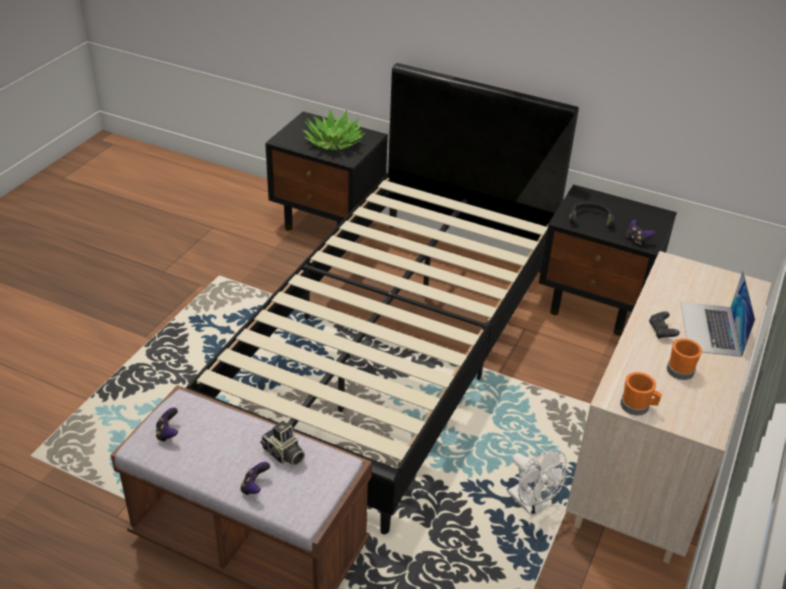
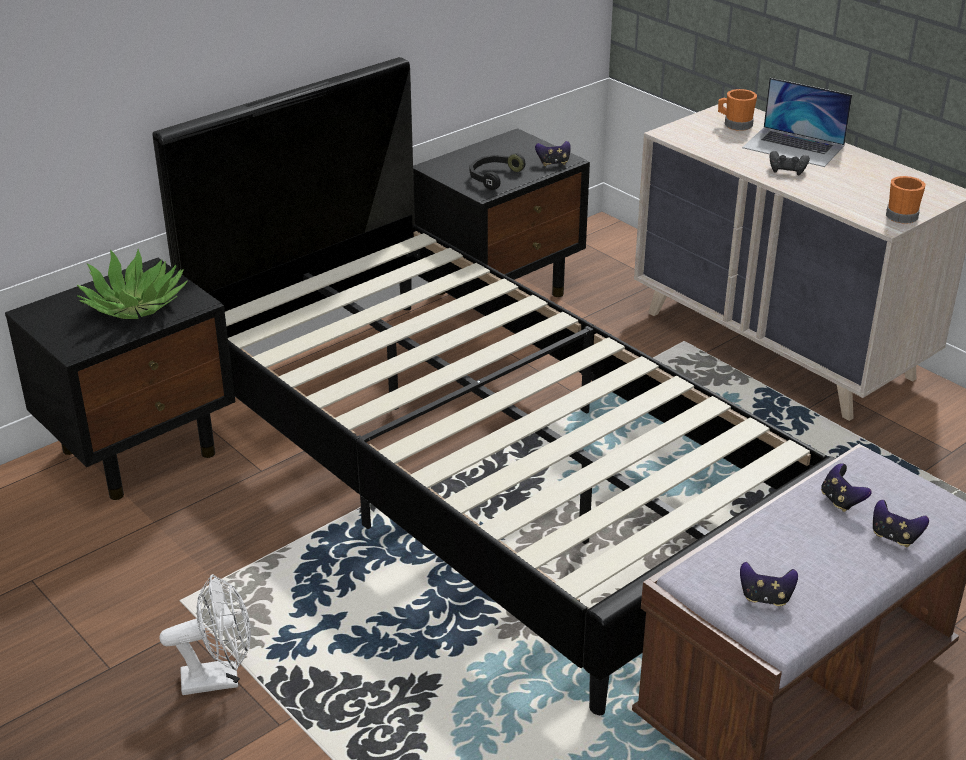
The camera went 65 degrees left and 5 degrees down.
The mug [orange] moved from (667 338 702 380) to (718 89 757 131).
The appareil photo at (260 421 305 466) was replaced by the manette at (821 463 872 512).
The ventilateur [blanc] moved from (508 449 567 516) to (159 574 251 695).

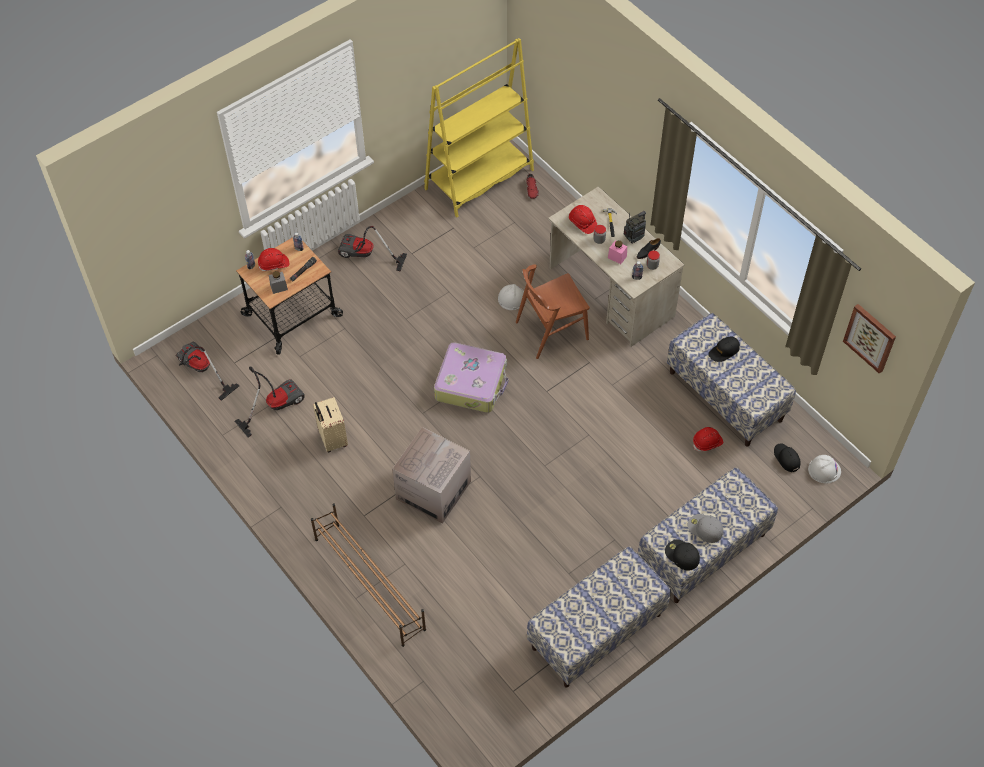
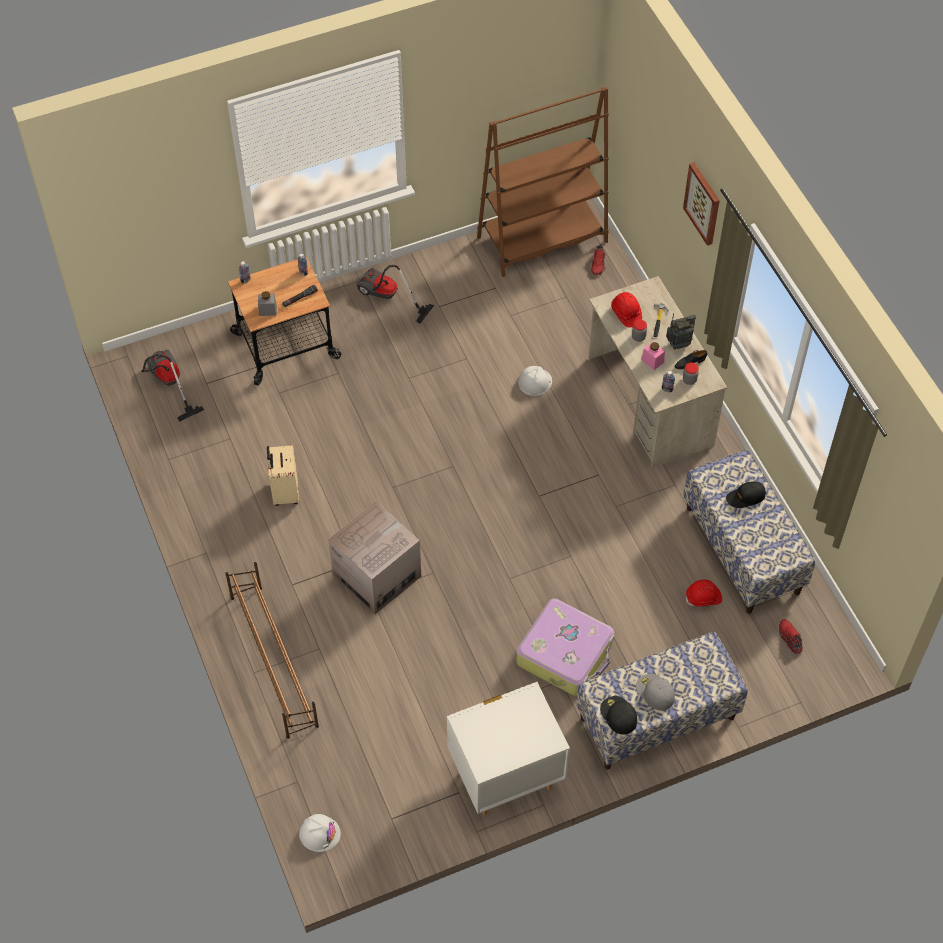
The camera went 15 degrees right and 0 degrees up.
The bibliothèque [jaune] at (424 38 534 217) became the bibliothèque [marron] at (477 87 609 277).
The casque de chantier [rouge] at (258 248 289 271) disappeared.
The chaise [marron] at (516 264 590 359) disappeared.
The tableau moved from (843 304 896 374) to (683 162 720 246).
The valise moved from (434 342 509 413) to (516 599 614 696).
The aspirateur at (234 366 305 438) disappeared.
The casquette [noir] at (774 443 801 472) was replaced by the chaussure [rouge] at (779 619 803 654).
The casque de chantier [blanc] moved from (808 455 841 483) to (299 814 341 852).
The banc at (527 546 671 688) was replaced by the table de chevet [blanc] at (447 682 570 815).

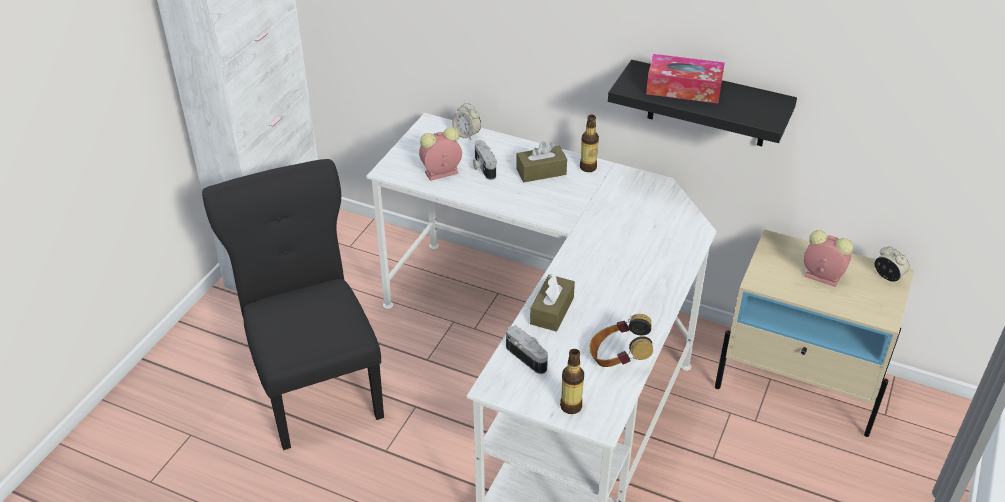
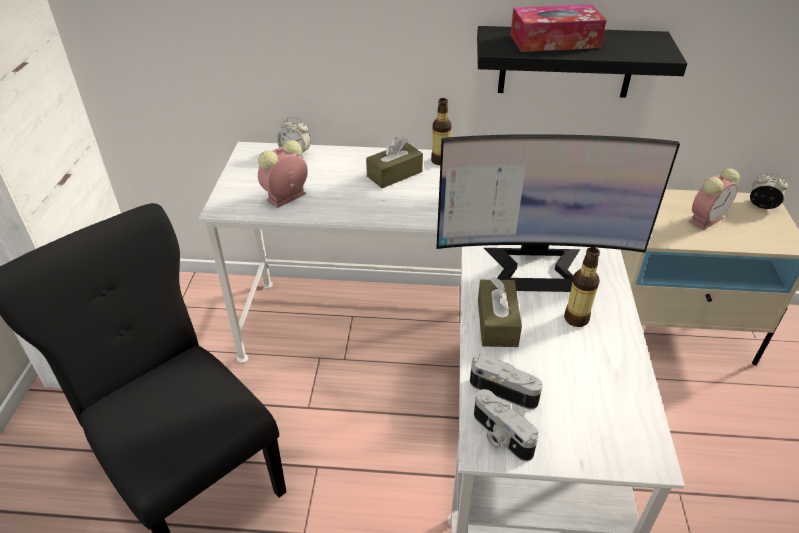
The camera went 20 degrees left and 0 degrees up.
The appareil photo moved from (473 140 497 180) to (474 389 538 461).
The réveil at (804 230 853 287) turned 135 degrees clockwise.
The casque audio at (589 314 653 367) disappeared.
The bouteille moved from (560 349 584 414) to (564 247 600 327).
The écran d'ordinateur at (437 134 680 292) appeared.

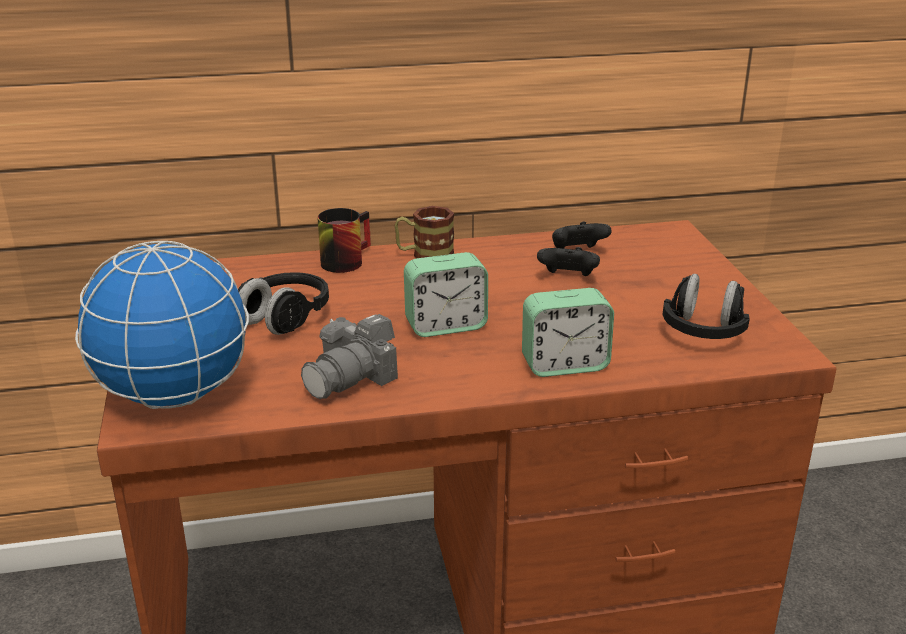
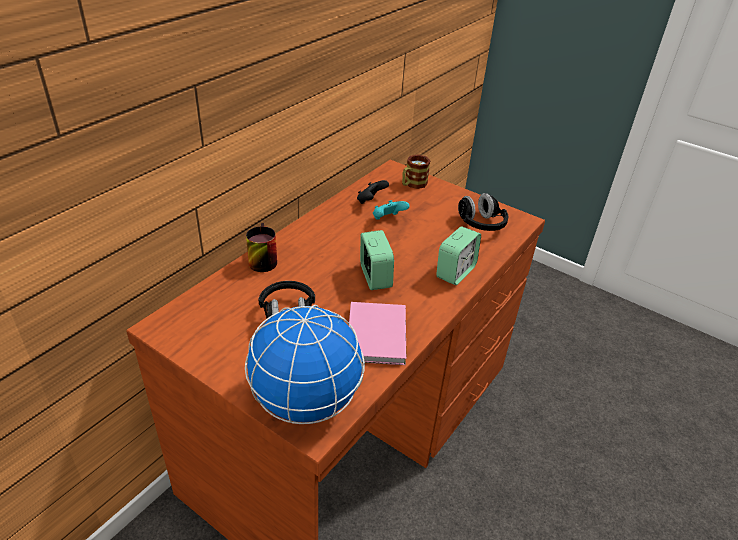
The camera went 45 degrees left and 10 degrees up.
The mug moved from (395 206 454 258) to (402 155 431 189).
The manette [noir] at (537 247 600 276) became the manette [turquoise] at (373 200 409 220).
The réveil at (404 252 488 337) turned 45 degrees counterclockwise.
The appareil photo at (301 314 398 399) was replaced by the livre [rose] at (349 302 406 365).

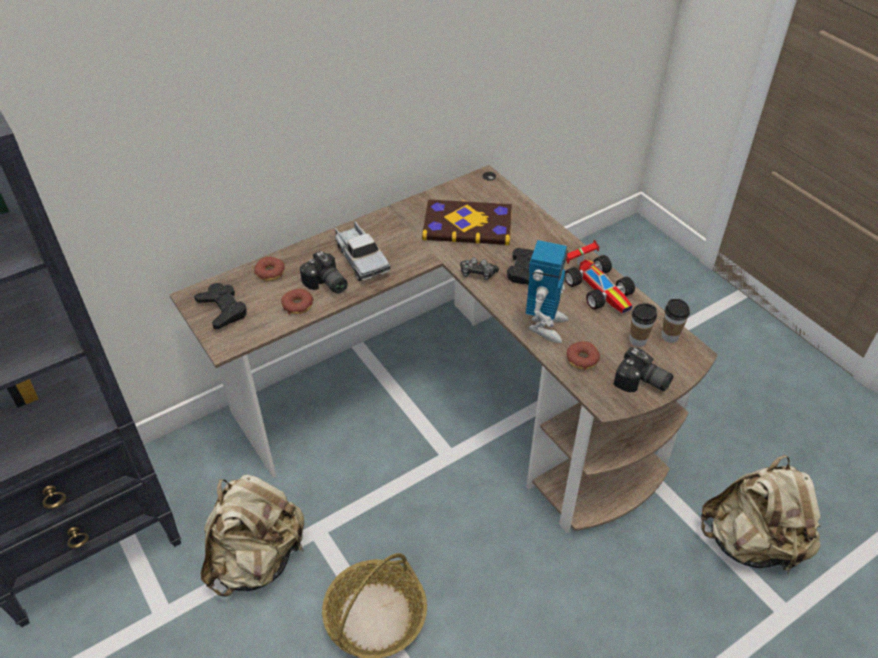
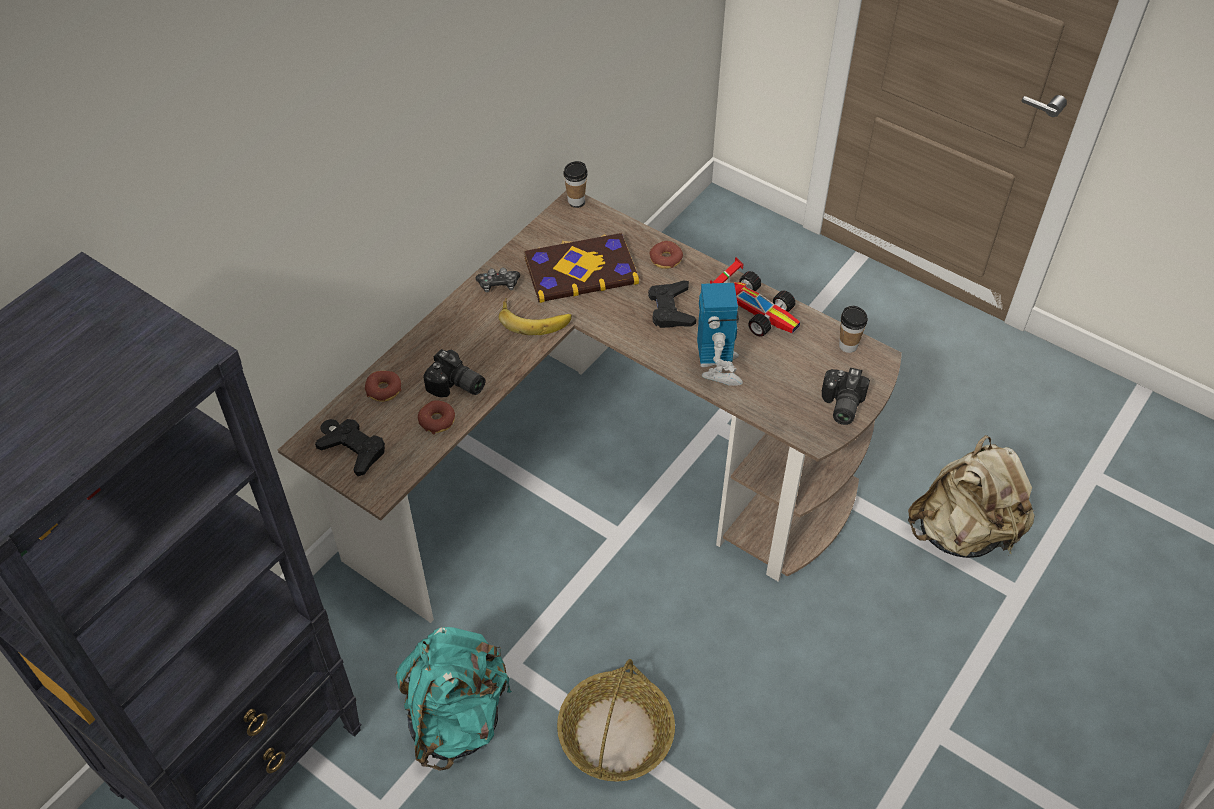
The camera went 20 degrees left and 5 degrees up.
The camion jouet at (335 221 391 281) disappeared.
The manette moved from (460 258 499 280) to (476 268 520 292).
The tasse moved from (629 303 657 347) to (563 161 588 206).
The beignet moved from (567 341 600 370) to (649 241 683 269).
The appareil photo at (614 347 673 392) turned 90 degrees clockwise.
The sac à dos [beige] at (201 475 305 597) became the sac à dos [turquoise] at (395 627 512 771).
The banane at (499 298 572 335) appeared.

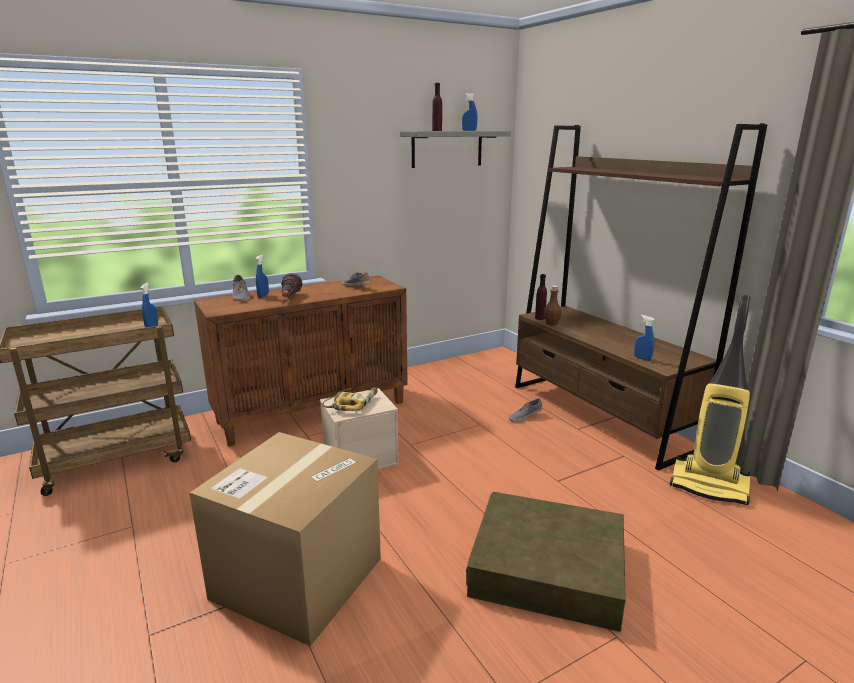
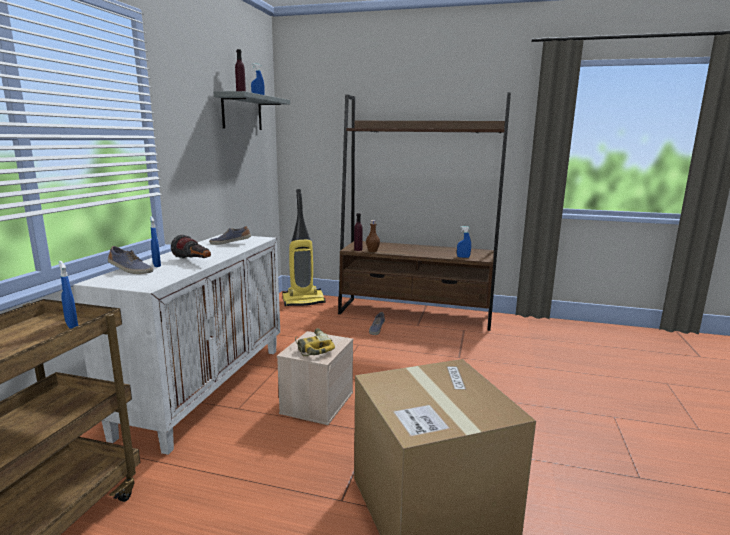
The camera went 45 degrees left and 5 degrees down.
The meuble de rangement [marron] at (194 275 408 447) became the meuble de rangement [blanc] at (73 234 280 455).
The aspirateur moved from (670 295 751 505) to (282 189 326 306).
The boîte de rangement [marron] at (466 492 626 632) disappeared.

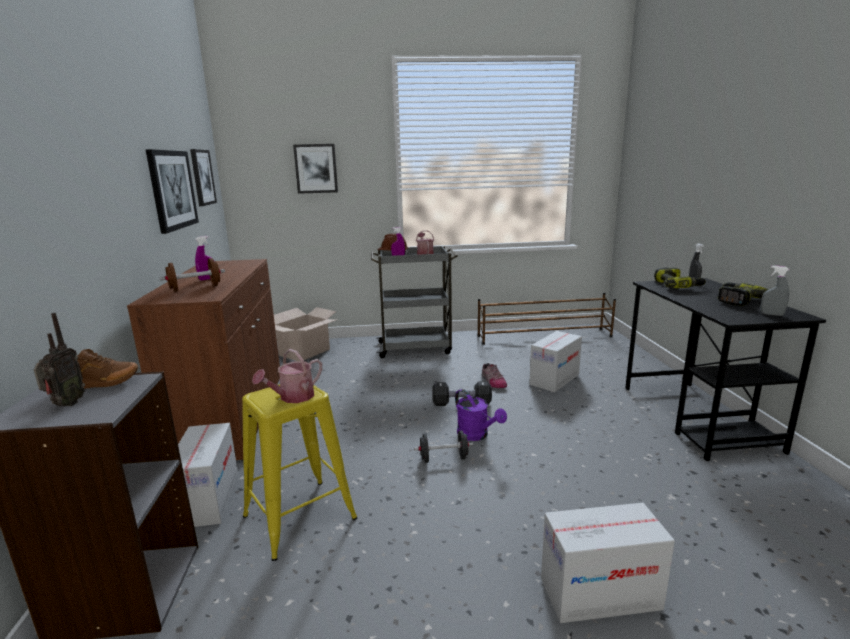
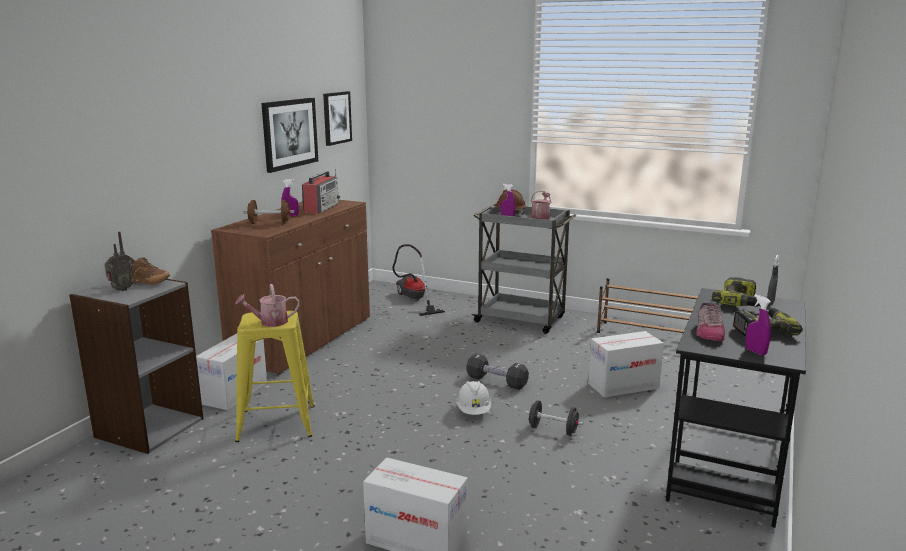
The camera went 30 degrees right and 0 degrees up.
The tableau at (293 144 338 194) disappeared.
The vaporisateur [gris] at (761 266 790 316) became the vaporisateur [violet] at (746 294 771 356).
The carton at (274 307 336 361) was replaced by the aspirateur at (392 244 445 316).
The chaussure moved from (482 363 507 388) to (697 302 725 341).
The arrosoir [violet] at (455 389 507 441) was replaced by the casque de chantier [blanc] at (456 381 491 415).
The haltère [noir] moved from (414 430 473 463) to (525 400 583 436).
The radio at (302 169 340 214) appeared.

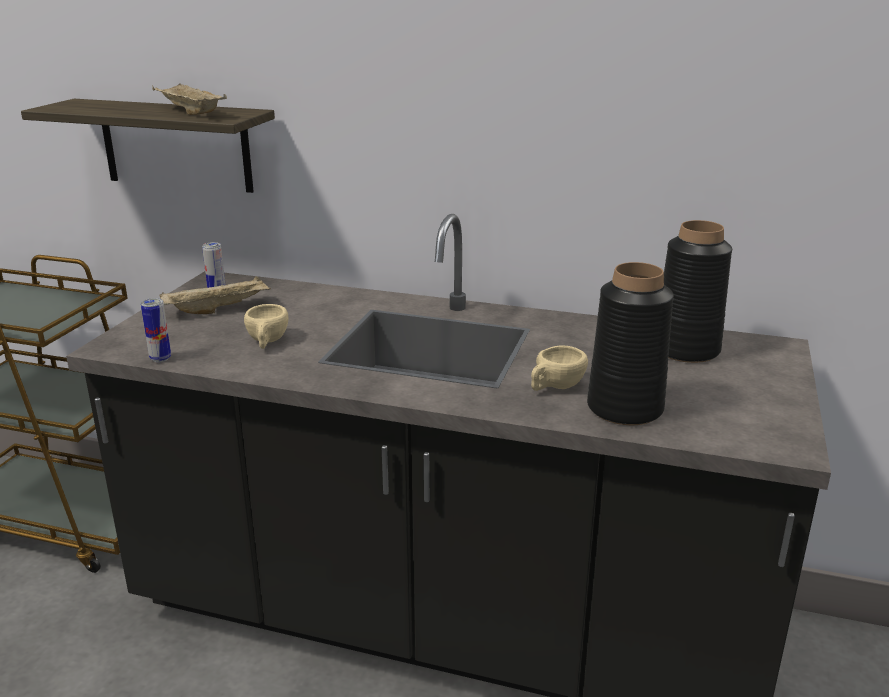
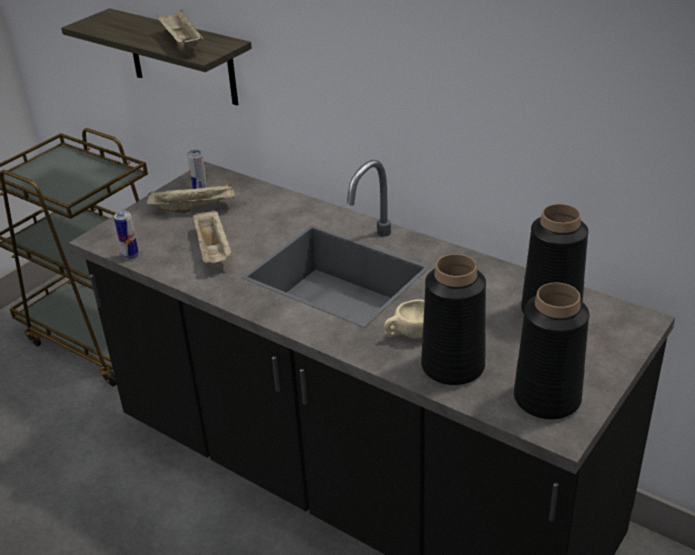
The camera went 20 degrees right and 10 degrees up.
The tasse [beige] at (244 304 288 349) was replaced by the plateau [beige] at (193 210 232 263).
The vase [noir] at (514 283 589 420) appeared.

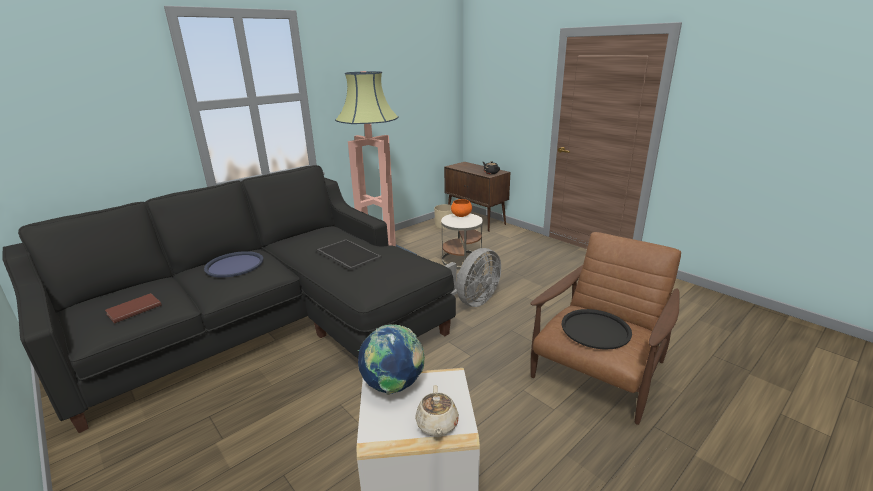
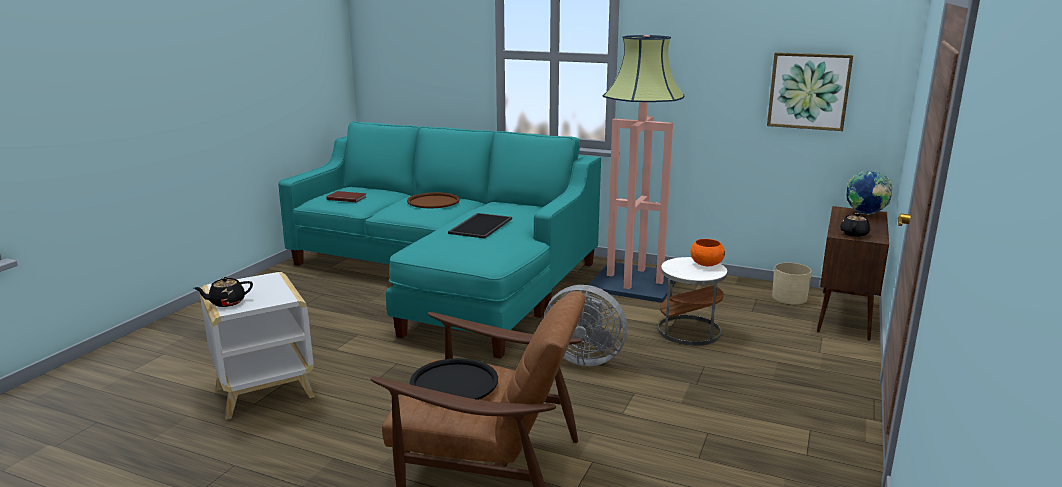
The camera went 65 degrees right and 5 degrees down.
The canapé [noir] at (2 165 456 433) became the canapé [turquoise] at (278 121 601 359).
The plateau [bleu] at (204 251 263 277) became the plateau [marron] at (407 192 460 208).
The globe moved from (357 325 425 395) to (846 171 892 215).
The théière [beige] at (415 385 459 438) became the théière [noir] at (194 277 253 307).
The tableau at (767 52 853 131) appeared.

